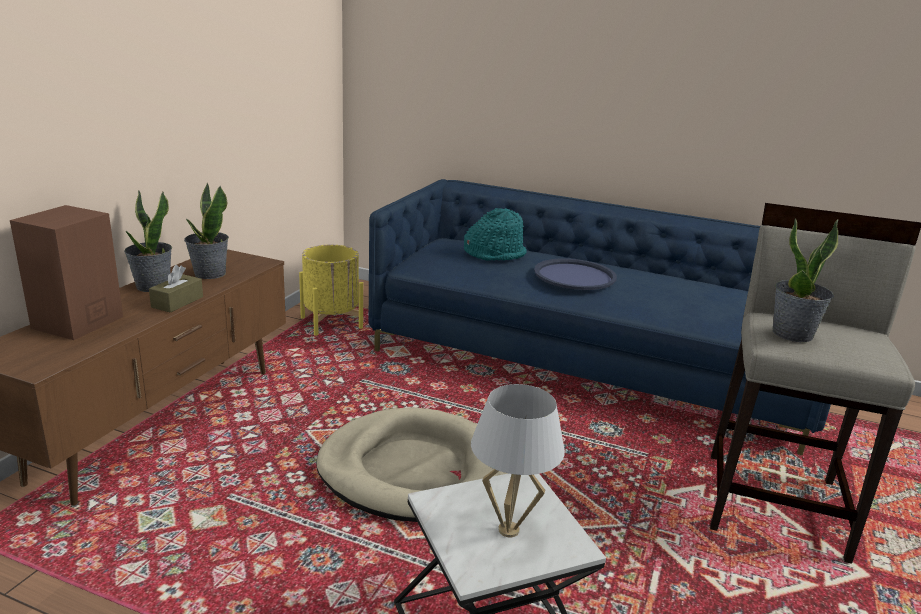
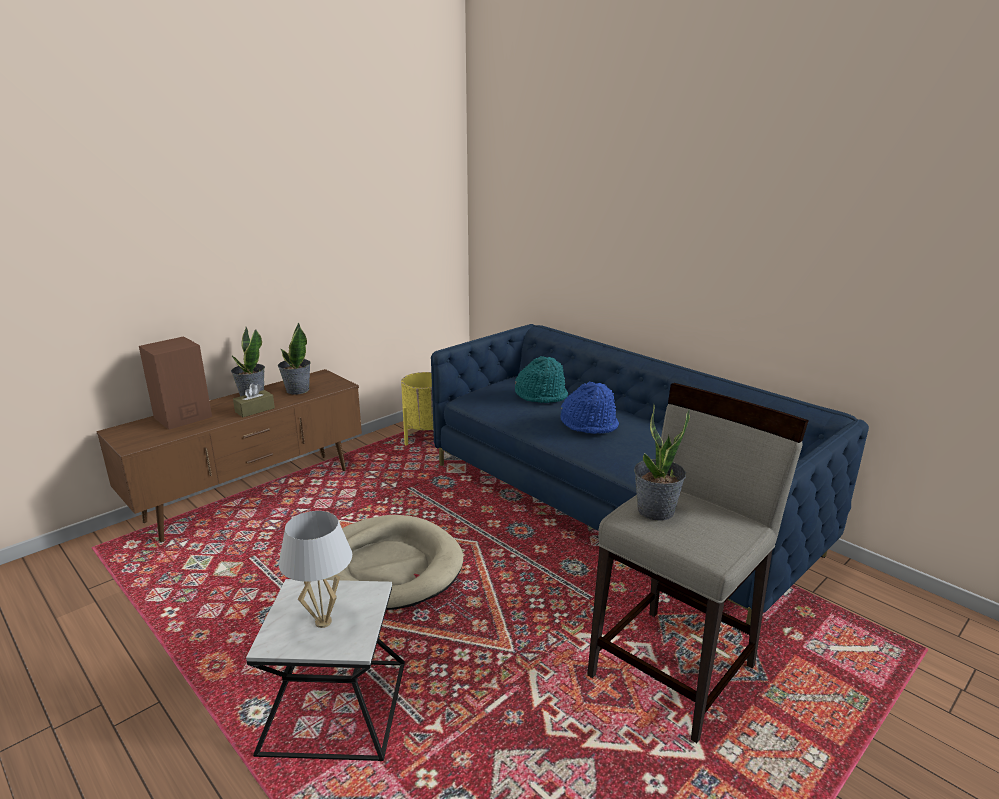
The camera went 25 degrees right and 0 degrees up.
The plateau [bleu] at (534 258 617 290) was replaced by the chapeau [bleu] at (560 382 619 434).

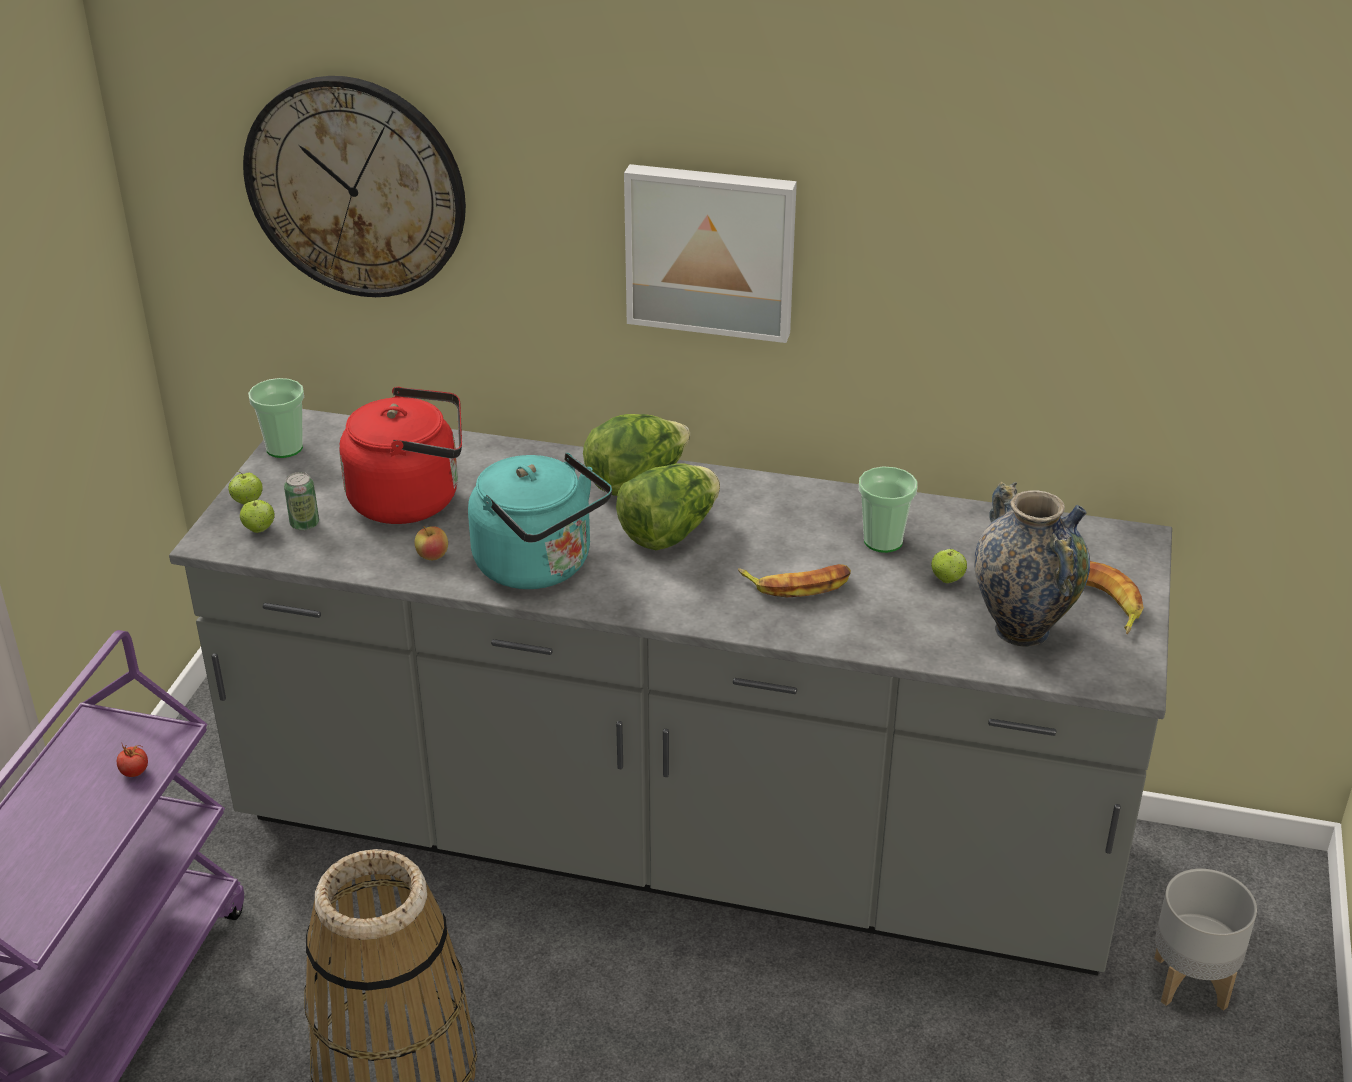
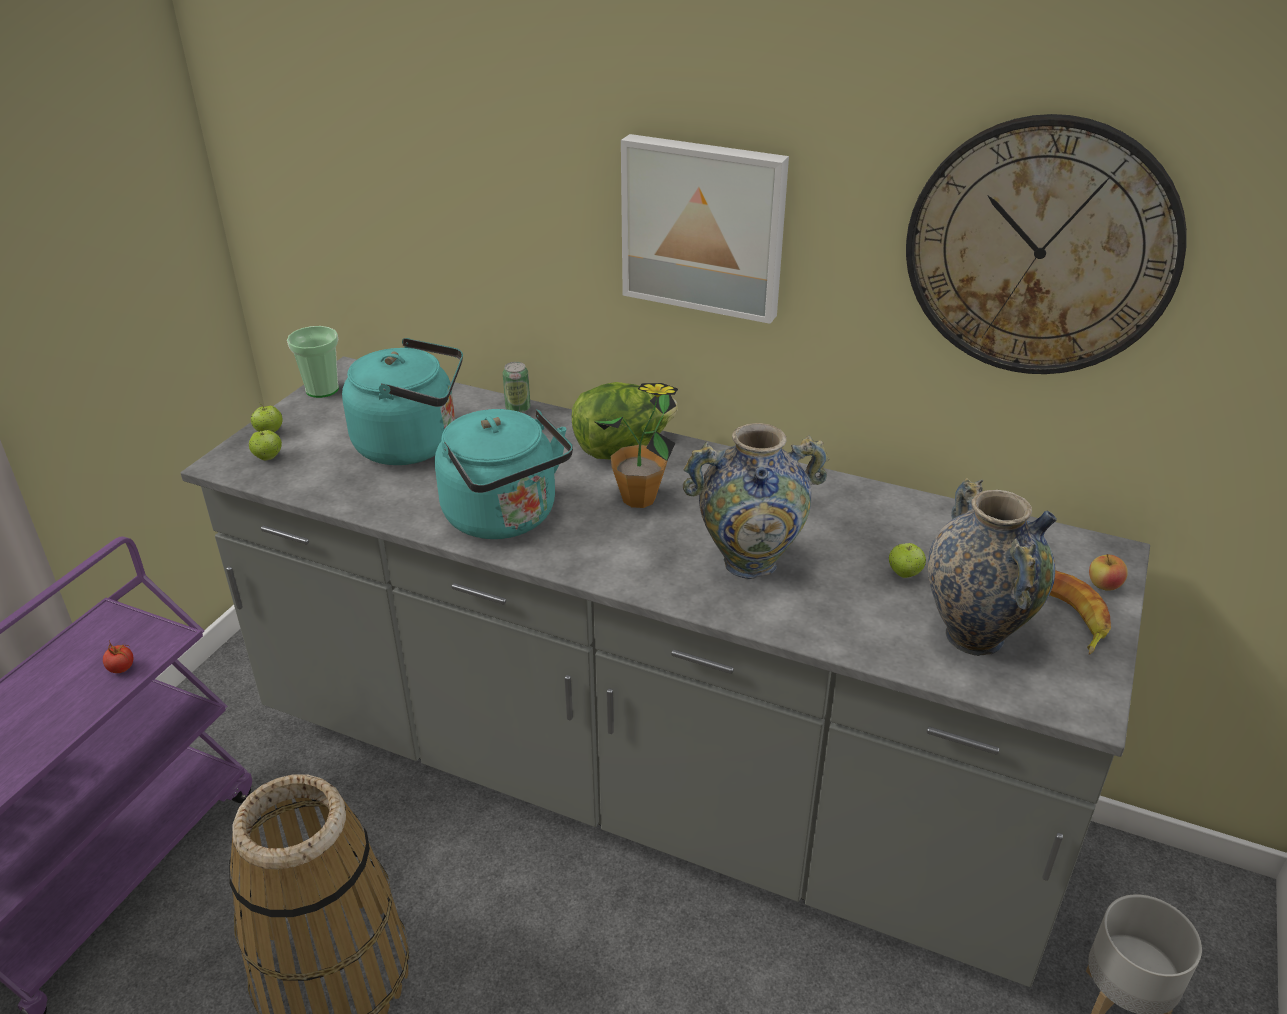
The camera went 10 degrees right and 0 degrees up.
The horloge murale moved from (243 76 466 297) to (906 114 1187 374).
The bouilloire [rouge] at (339 387 462 524) became the bouilloire [turquoise] at (342 338 463 465).
The laitue at (616 463 720 550) was replaced by the plante en pot at (595 383 678 508).
The tasse at (859 466 918 553) disappeared.
The boîte métallique moved from (284 472 319 531) to (503 362 531 413).
The pomme moved from (415 526 448 560) to (1089 554 1128 591).
The banane at (738 564 851 597) was replaced by the vase at (683 423 829 579).

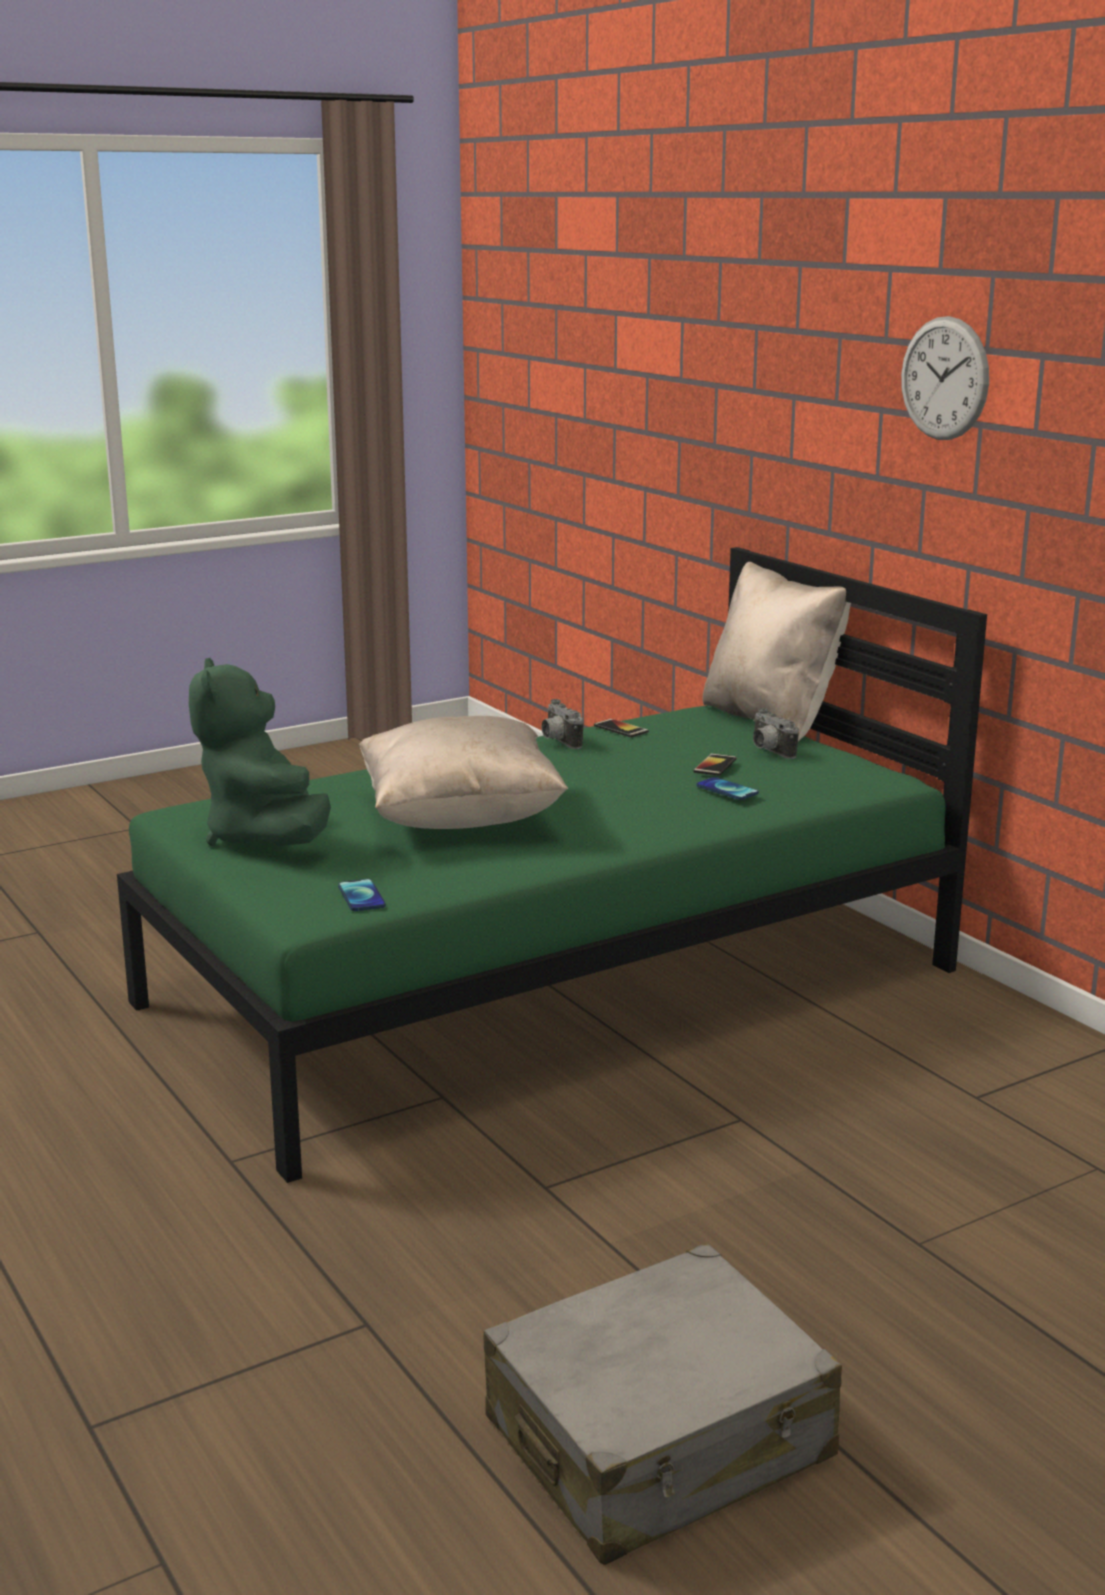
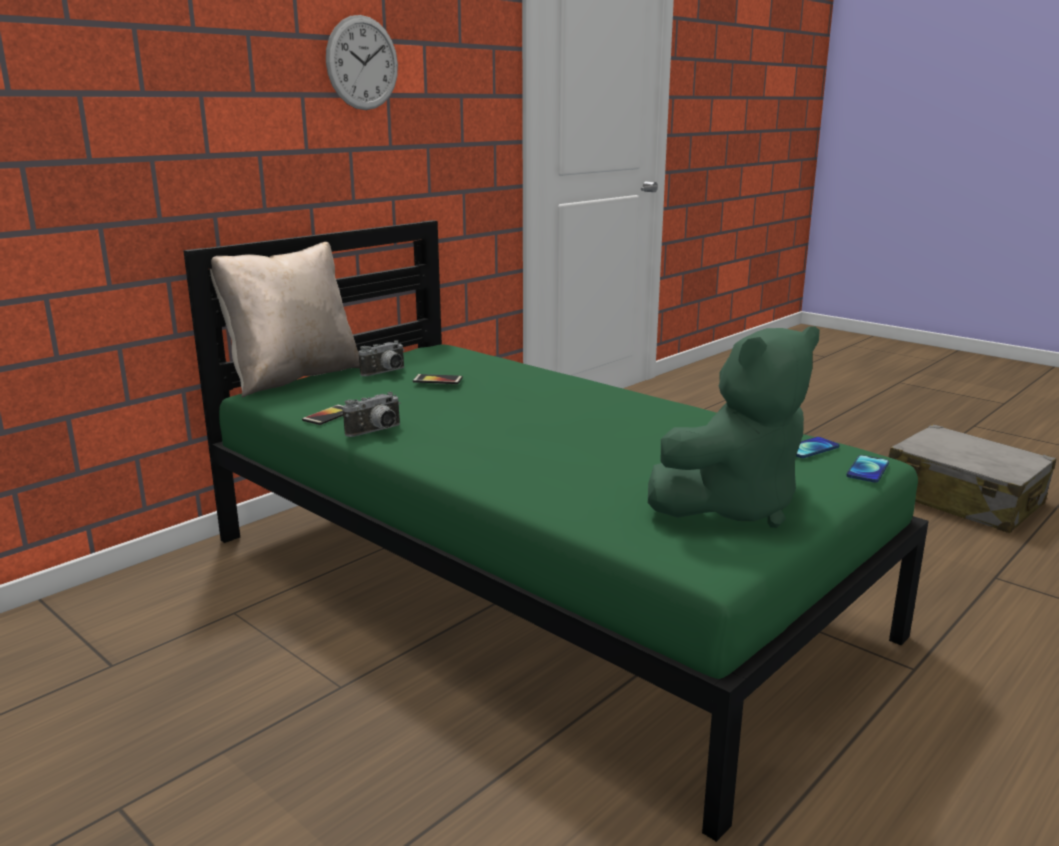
The camera went 105 degrees left and 0 degrees up.
The coussin [beige] at (359 716 568 829) disappeared.
The téléphone moved from (696 777 759 800) to (846 455 889 483).

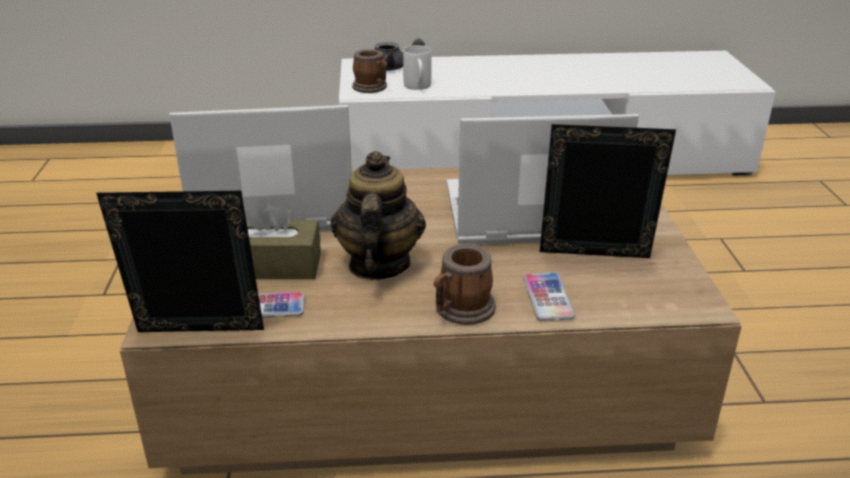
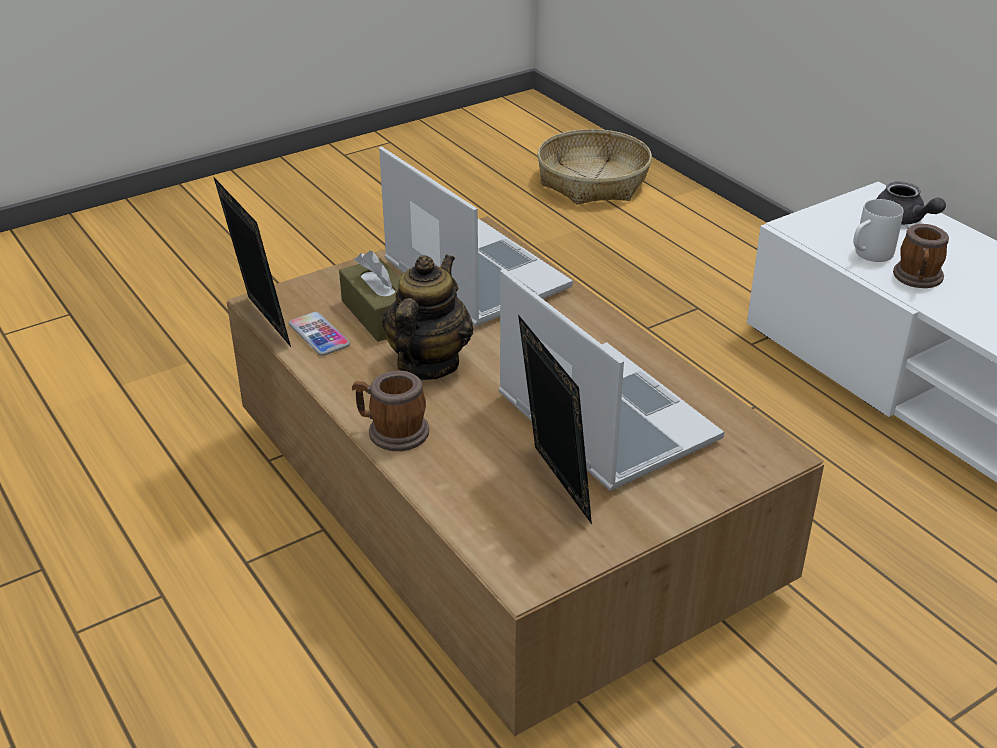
The camera went 60 degrees right and 5 degrees up.
The mug moved from (352 49 387 93) to (893 224 949 288).
The théière at (331 151 426 280) turned 45 degrees counterclockwise.
The téléphone at (523 272 575 321) disappeared.
The panier at (537 129 652 204) appeared.

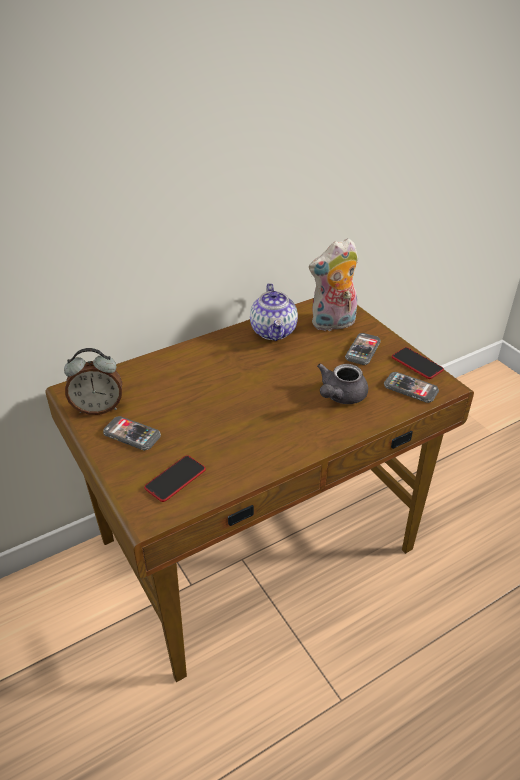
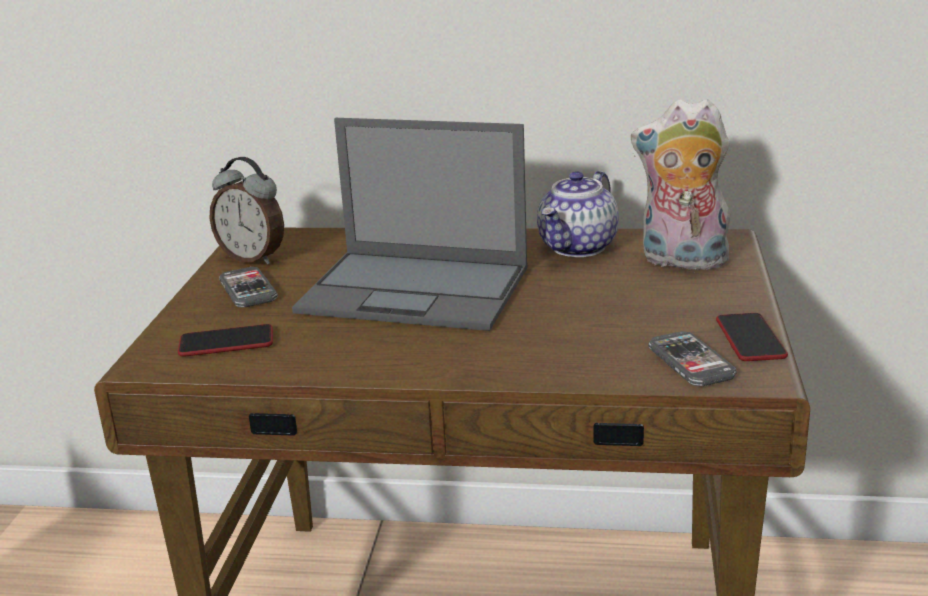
The camera went 40 degrees right and 15 degrees down.
The téléphone at (345 333 381 365) disappeared.
The théière [gris] at (317 364 368 404) disappeared.
The ordinateur portable at (292 118 527 331) appeared.

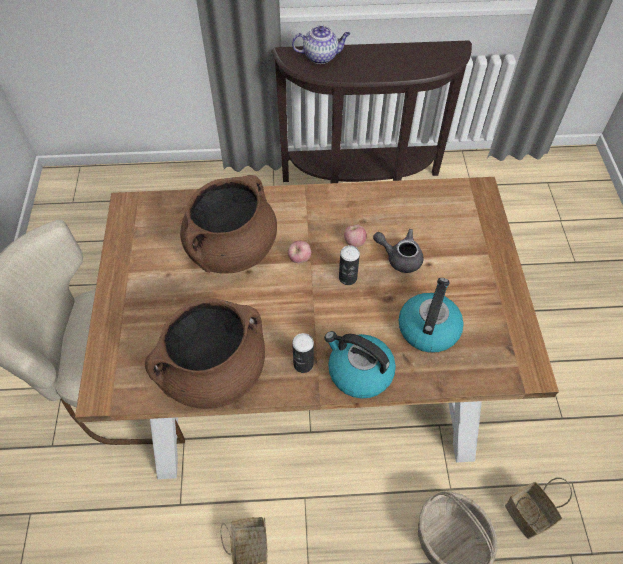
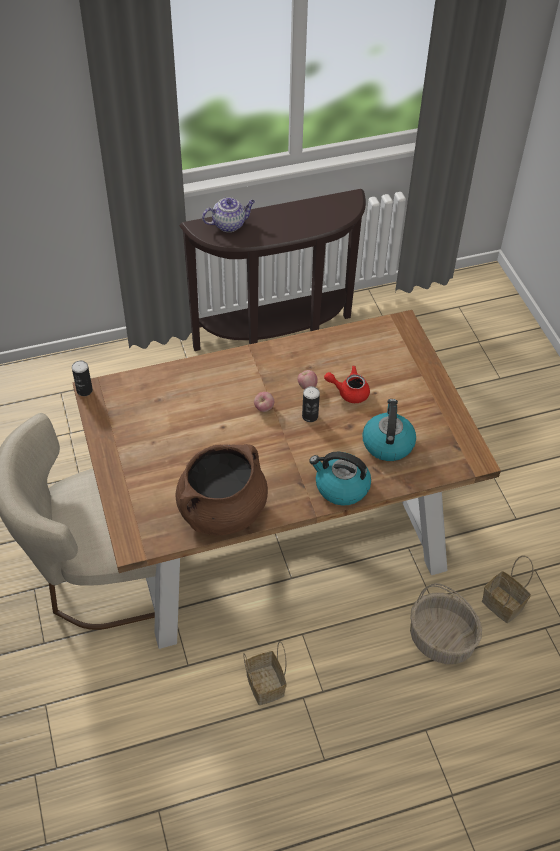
The camera went 15 degrees left and 5 degrees down.
The marmite [marron] at (180 175 277 274) disappeared.
The théière [gris] at (373 229 423 273) became the théière [rouge] at (324 366 370 403).
The boîte métallique moved from (292 333 314 373) to (72 360 93 396).

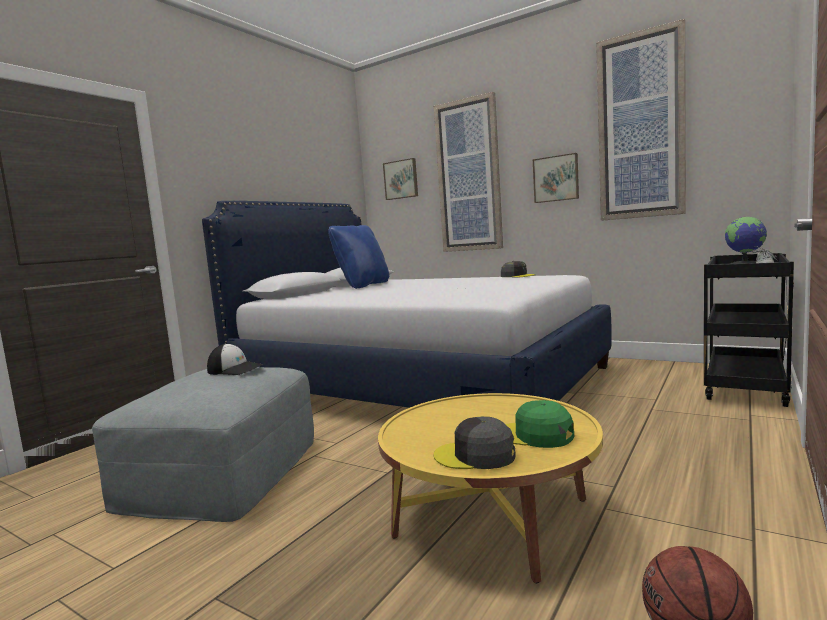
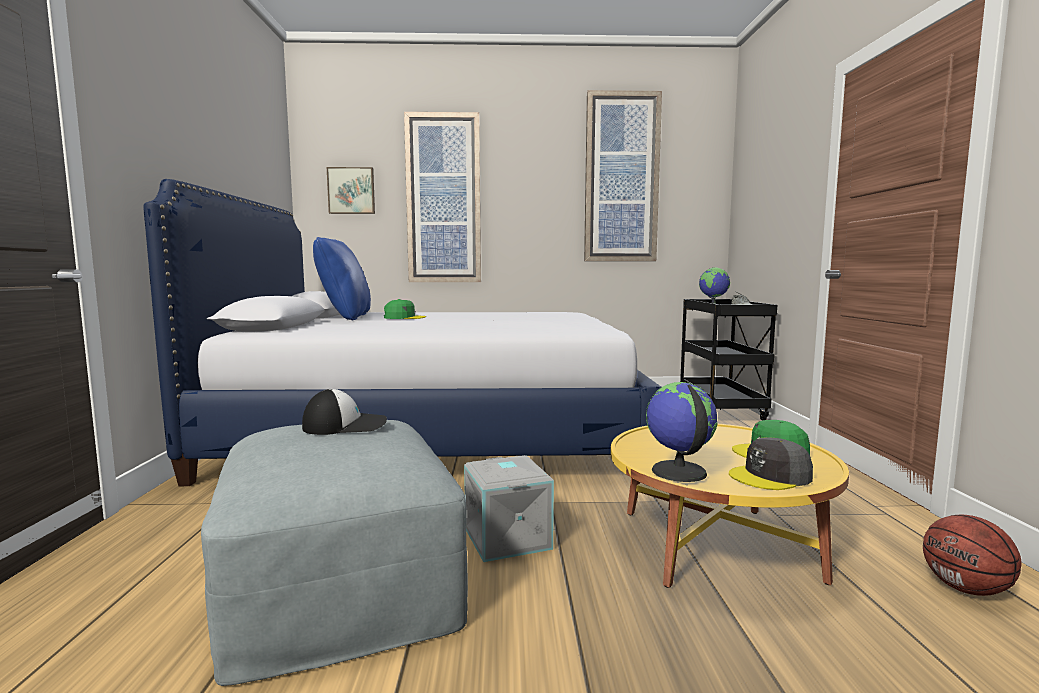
The camera went 35 degrees left and 0 degrees up.
The tableau at (533 153 579 203) disappeared.
The casquette [gris] at (501 261 536 277) disappeared.
The casquette [vert] at (384 299 426 319) appeared.
The globe at (646 382 718 482) appeared.
The boîte de rangement [gris] at (464 455 554 562) appeared.

